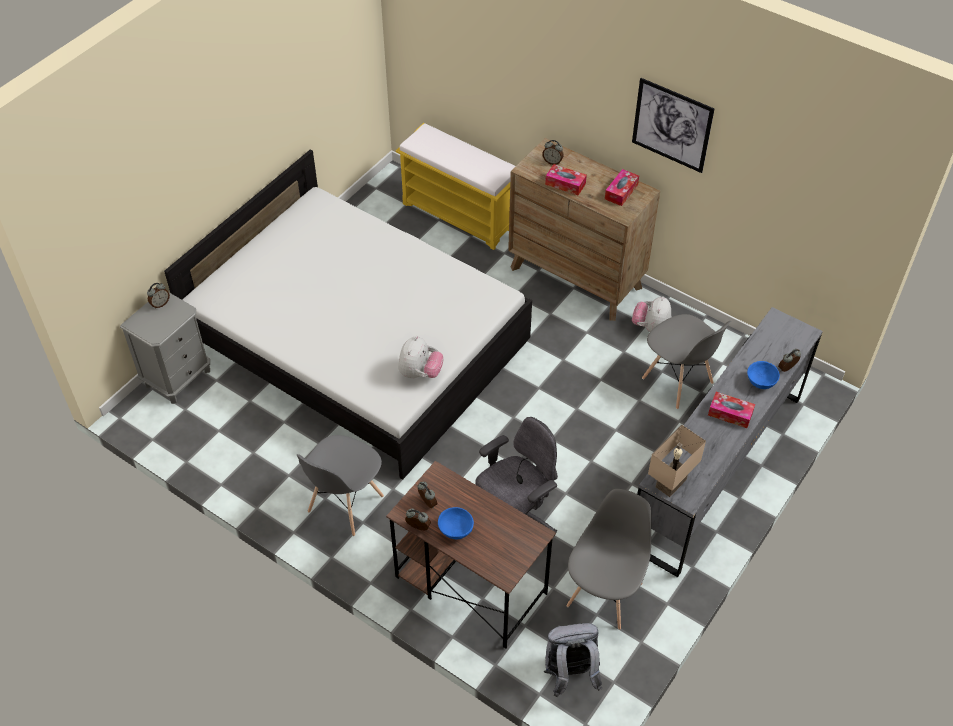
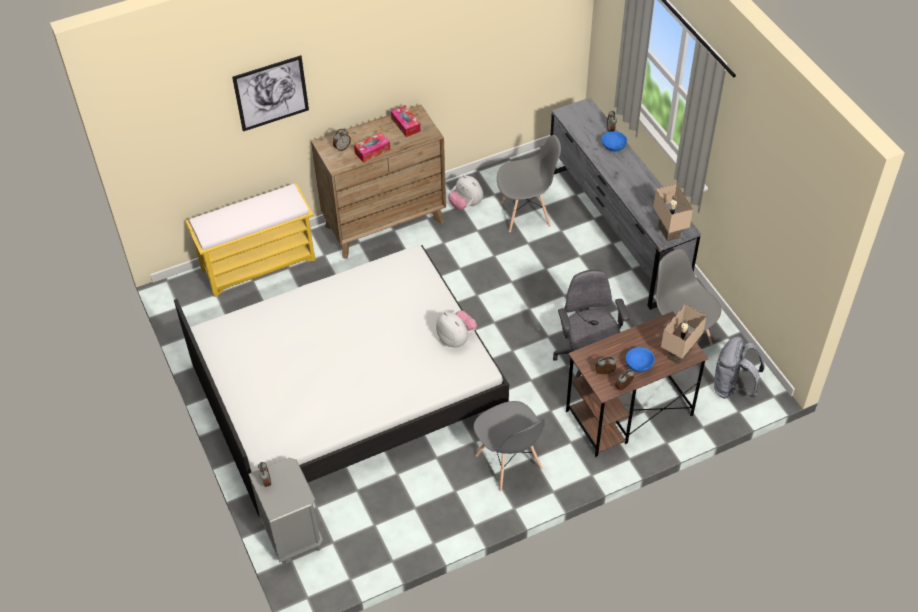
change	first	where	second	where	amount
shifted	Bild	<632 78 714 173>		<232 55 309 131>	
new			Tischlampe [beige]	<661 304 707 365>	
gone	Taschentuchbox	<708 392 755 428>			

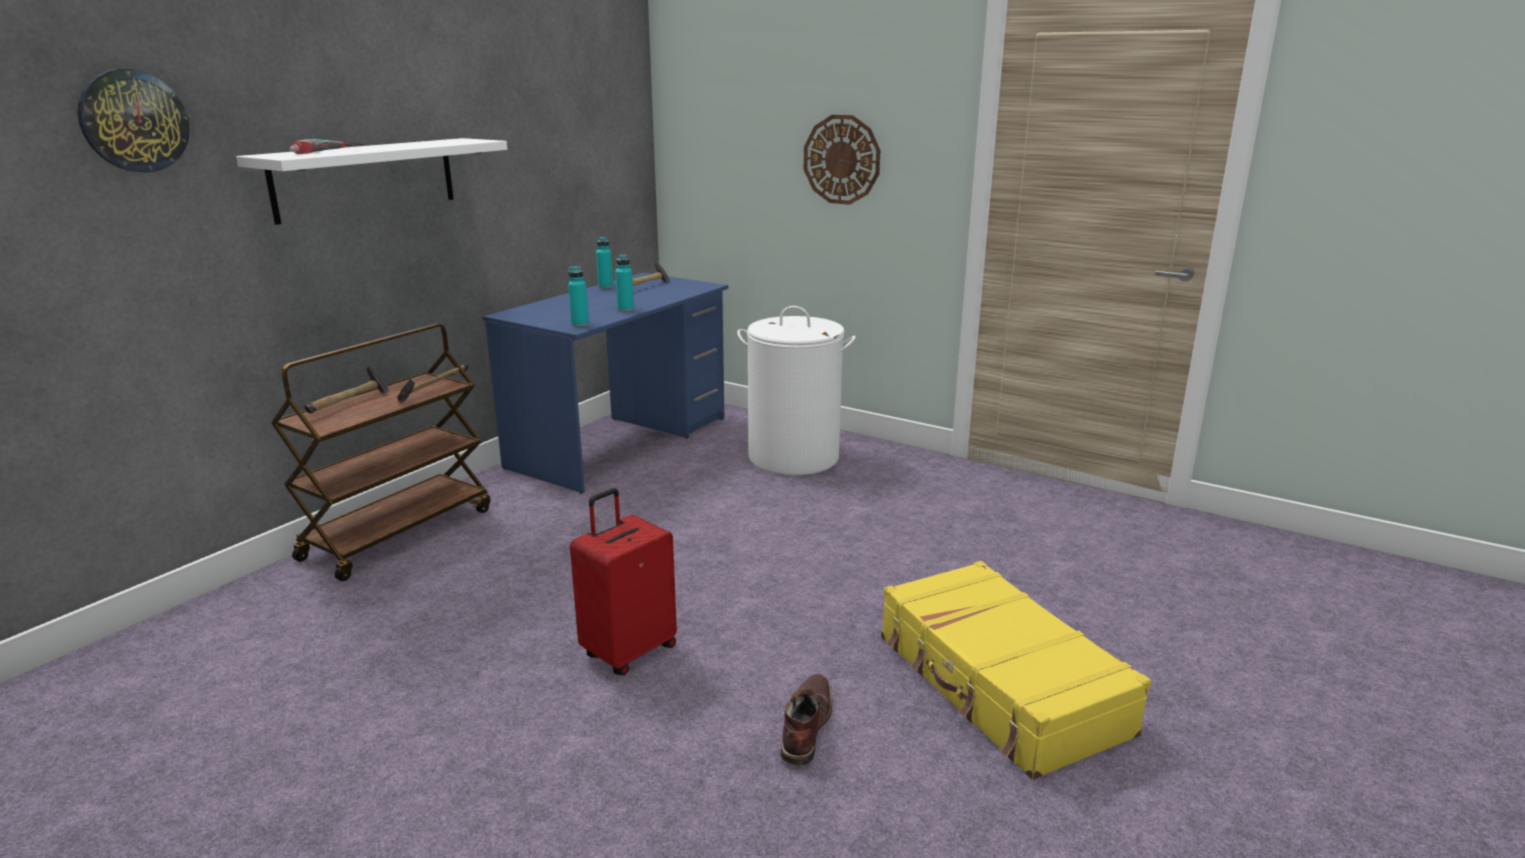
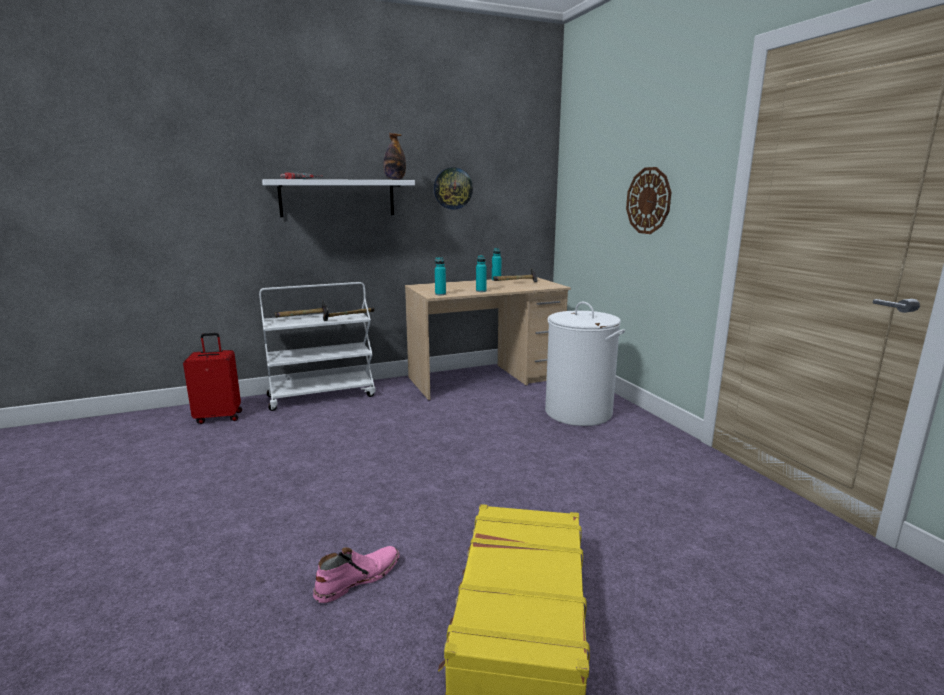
change	first	where	second	where	amount
shifted	Koffer [rot]	<570 488 677 675>		<183 333 242 424>	
repainted	Rollwagen [braun]	<271 324 490 581>	Rollwagen [weiß]	<259 282 376 411>	
repainted	Stiefel [braun]	<781 674 833 766>	Stiefel [rosa]	<313 546 400 603>	
new			Flasche	<383 133 406 180>	
repainted	Schreibtisch [blau]	<483 273 728 493>	Schreibtisch [beige]	<405 277 571 400>	
shifted	Wanduhr	<78 69 190 173>		<434 167 473 210>	

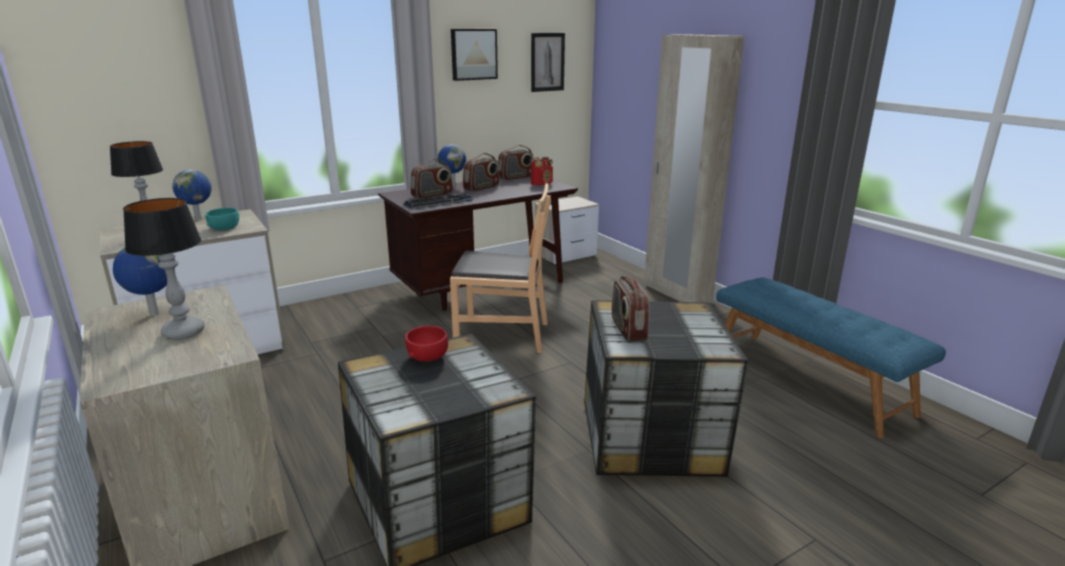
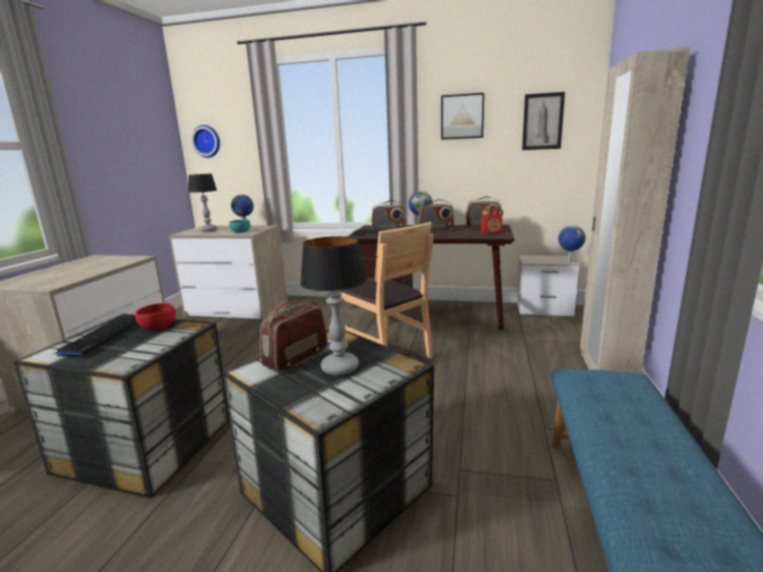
change	first	where	second	where	amount
new			Tastatur	<52 315 137 356>	
new			Wanduhr	<191 125 220 158>	
shifted	Tischlampe	<123 198 205 340>		<300 236 367 376>	
shifted	Globus	<113 248 167 316>		<558 226 586 262>	

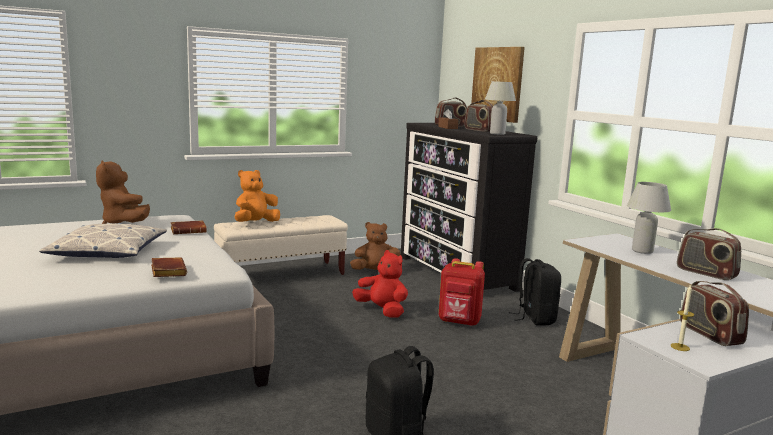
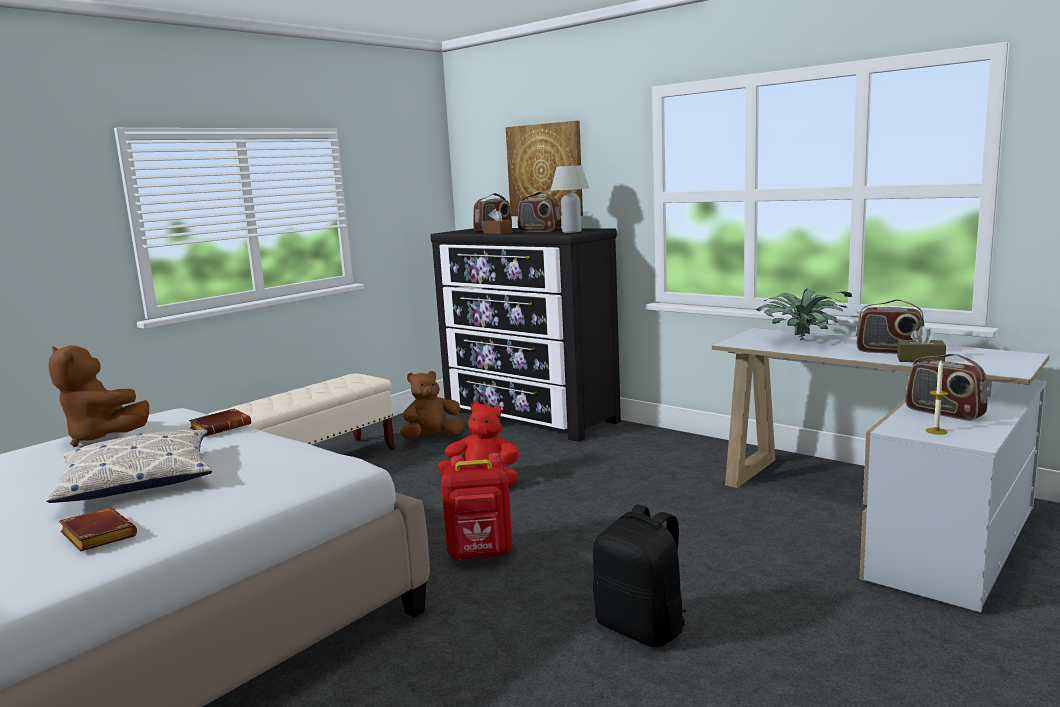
change	first	where	second	where	amount
shifted	Buch [braun]	<151 258 187 277>		<59 508 137 551>	
shifted	Rucksack [rot]	<439 258 485 326>		<441 453 512 560>	
swapped	Tischlampe [weiß]	<627 182 671 254>	Topfpflanze	<756 289 852 340>	
new			Taschentuchbox [braun]	<897 326 946 362>	
gone	Plüschtier [orange]	<235 170 280 222>			
gone	Rucksack [schwarz]	<509 258 561 325>			

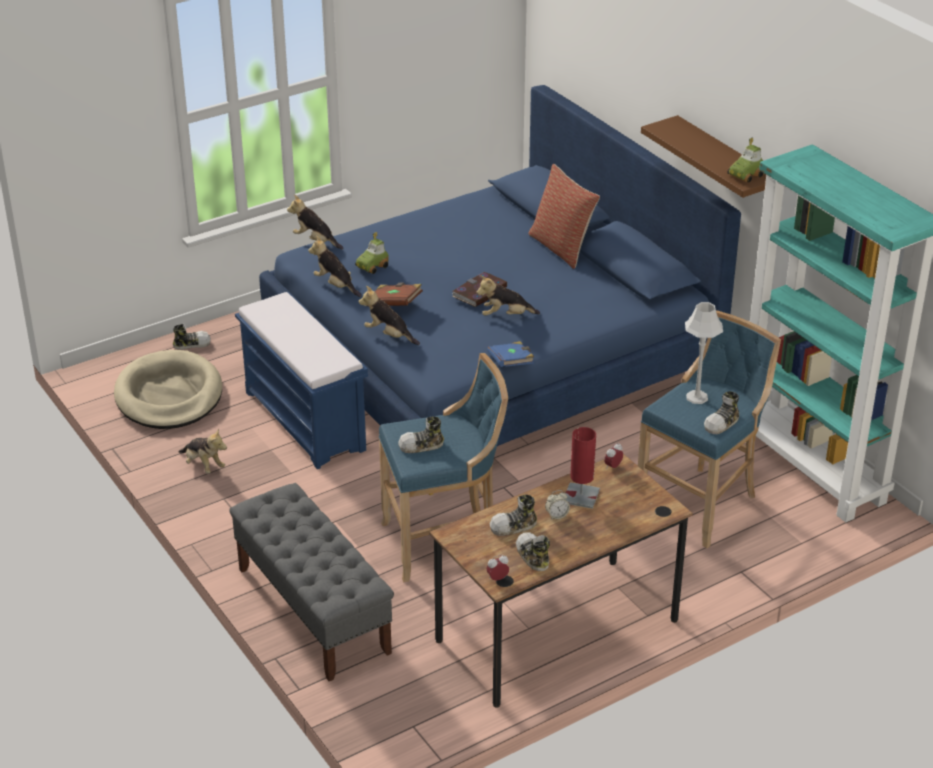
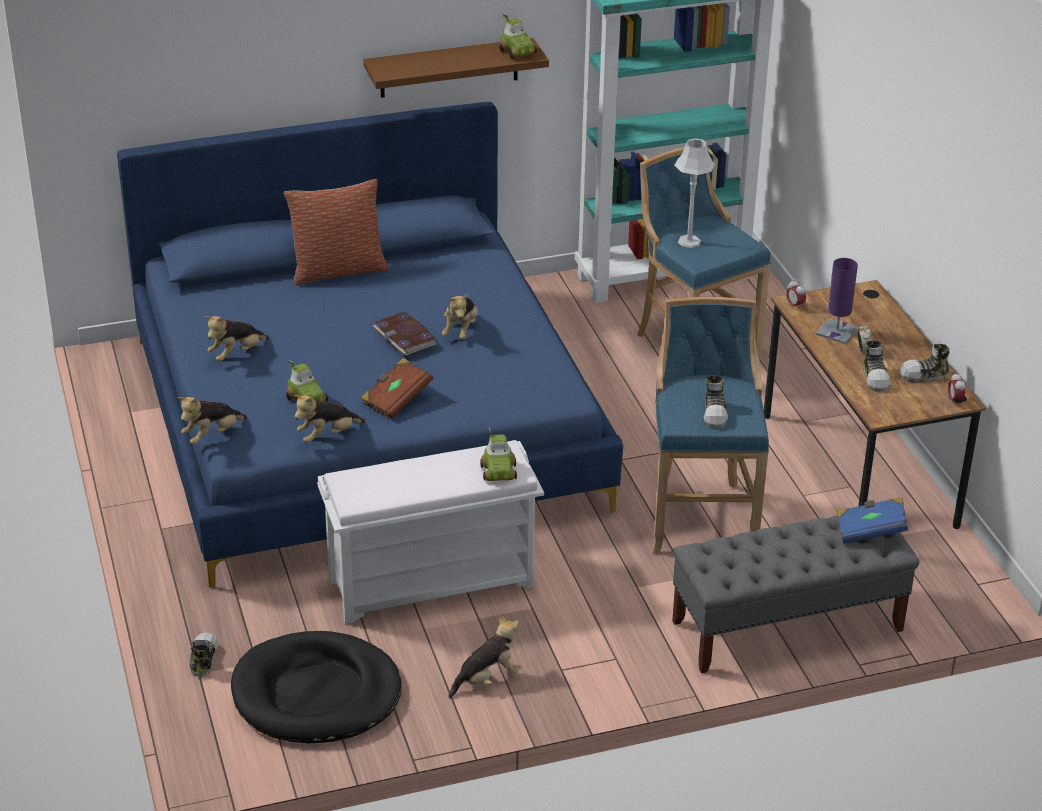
change	first	where	second	where	amount
shifted	Plüschtier	<358 286 420 345>		<204 316 269 362>	
repainted	Hundebett [beige]	<114 350 222 429>	Hundebett [schwarz]	<231 631 402 743>	
repainted	Bank [blau]	<235 292 368 469>	Bank [weiß]	<317 440 544 624>	
new			Spielzeugauto	<480 427 517 481>	
repainted	Tischlampe [rot]	<565 427 600 509>	Tischlampe [lila]	<816 258 858 344>	
shifted	Buch [blau]	<487 341 534 367>		<837 497 908 544>	
gone	Schuh	<704 391 739 434>			

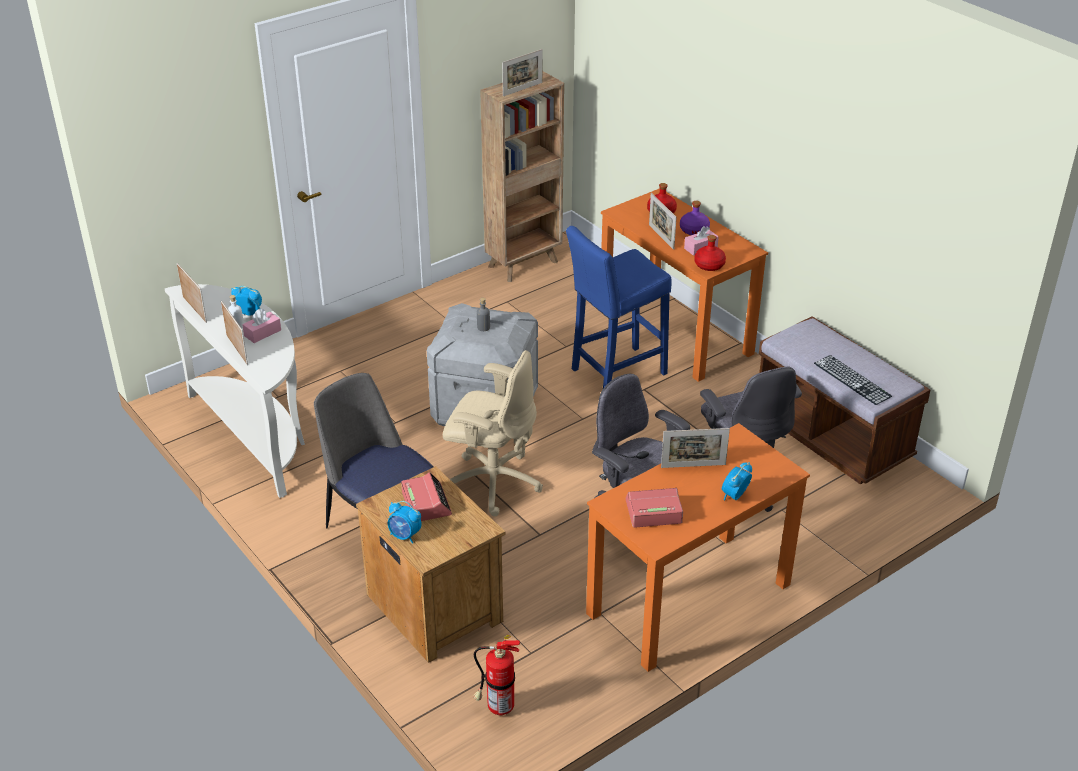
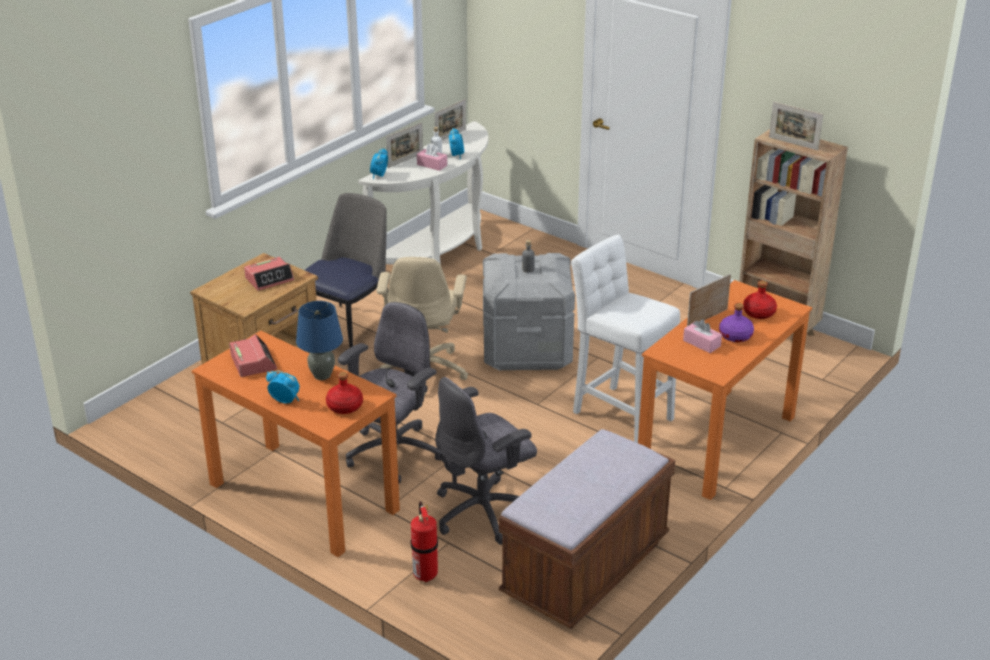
change	first	where	second	where	amount
swapped	Bilderrahmen	<661 428 730 468>	Tischlampe [blau]	<296 301 343 380>	
shifted	Flasche [rot]	<694 235 726 271>		<326 372 363 414>	
shifted	Wecker	<388 501 422 543>		<370 148 388 179>	
shifted	Feuerlöscher	<473 635 520 715>		<411 501 438 582>	
repainted	Hocker [blau]	<566 226 672 388>	Hocker [weiß]	<571 234 680 443>	
gone	Tastatur	<814 355 892 405>			

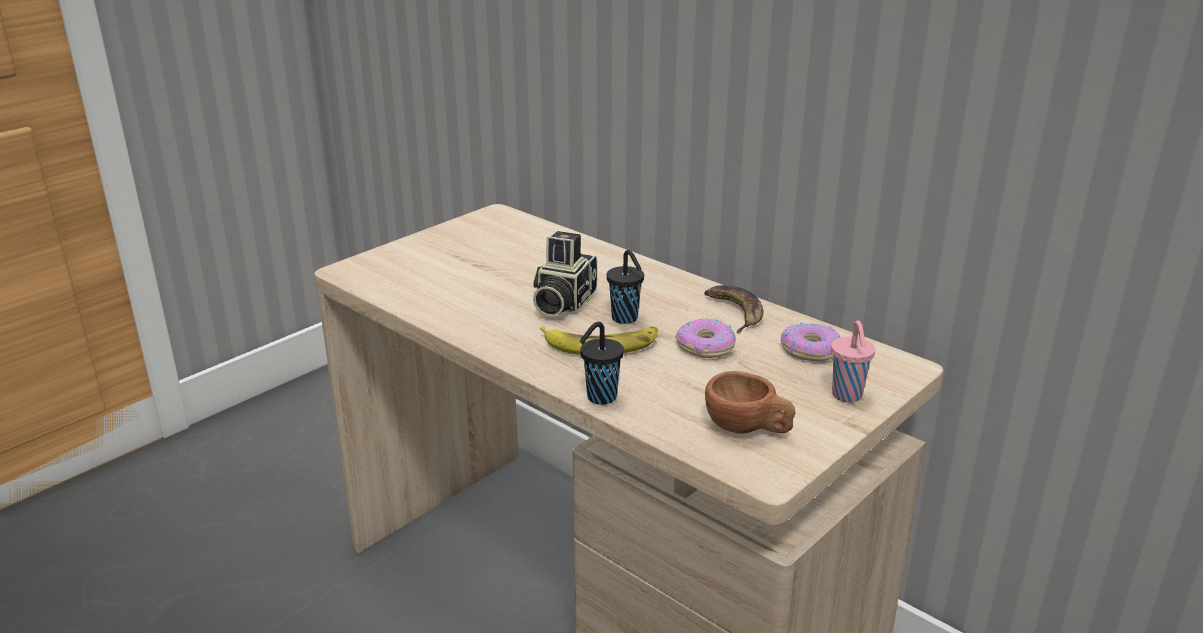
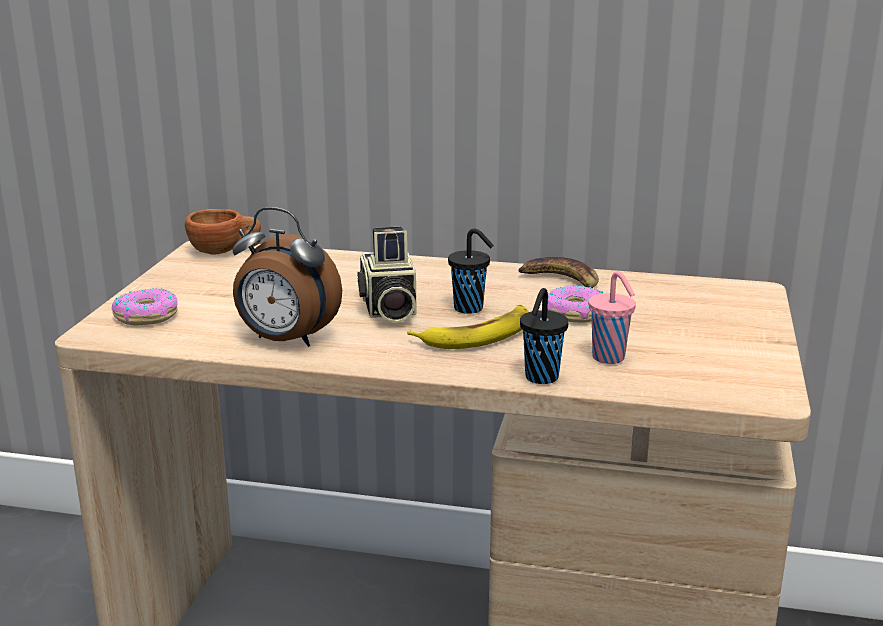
change	first	where	second	where	amount
shifted	Donut	<781 322 840 361>		<112 288 178 325>	
shifted	Tasse [braun]	<705 371 795 434>		<185 209 261 255>	
new			Wecker	<233 207 342 347>	
shifted	Tasse [rosa]	<831 321 875 403>		<589 271 636 364>	

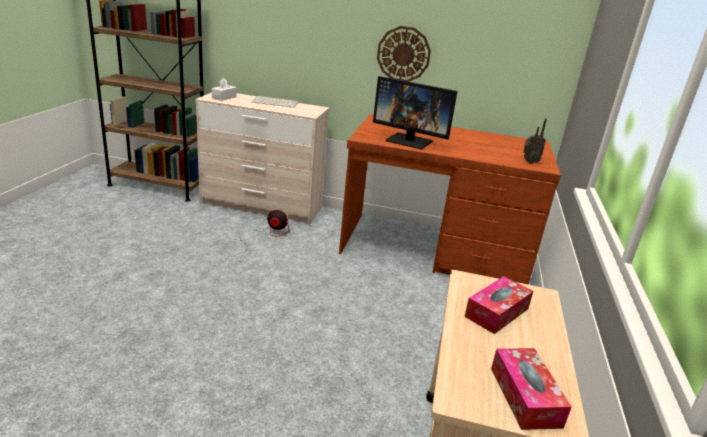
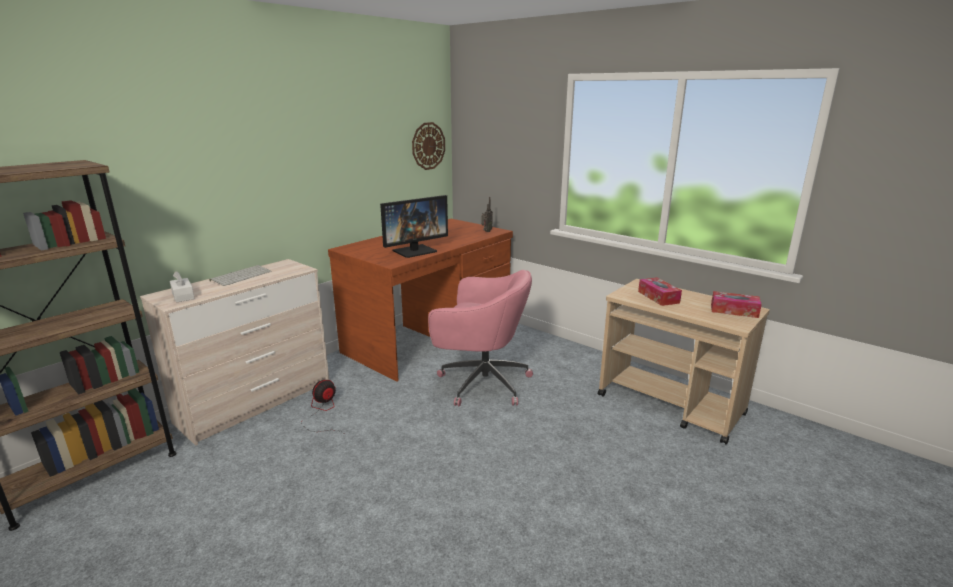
change	first	where	second	where	amount
shifted	Wanduhr	<377 26 431 82>		<412 122 445 170>	
new			Bürostuhl [rosa]	<428 270 533 406>	

